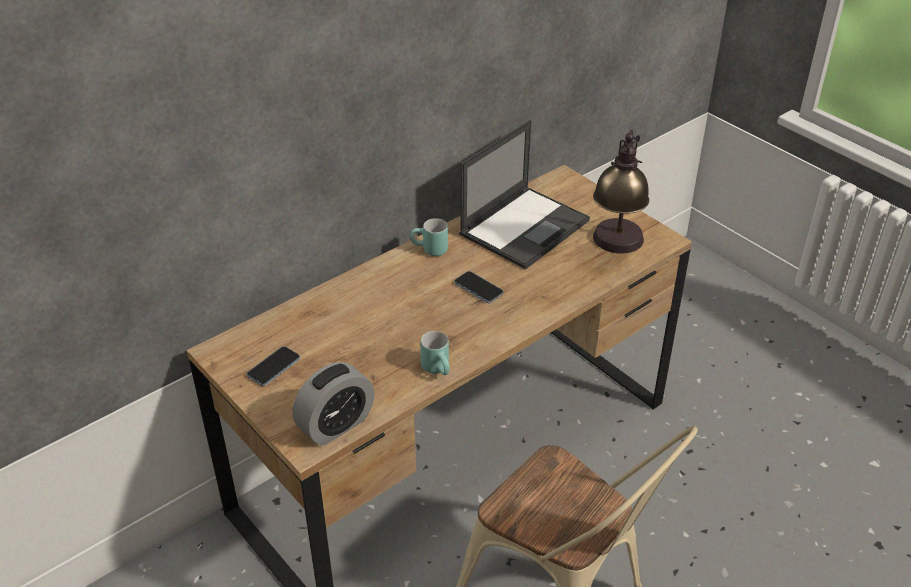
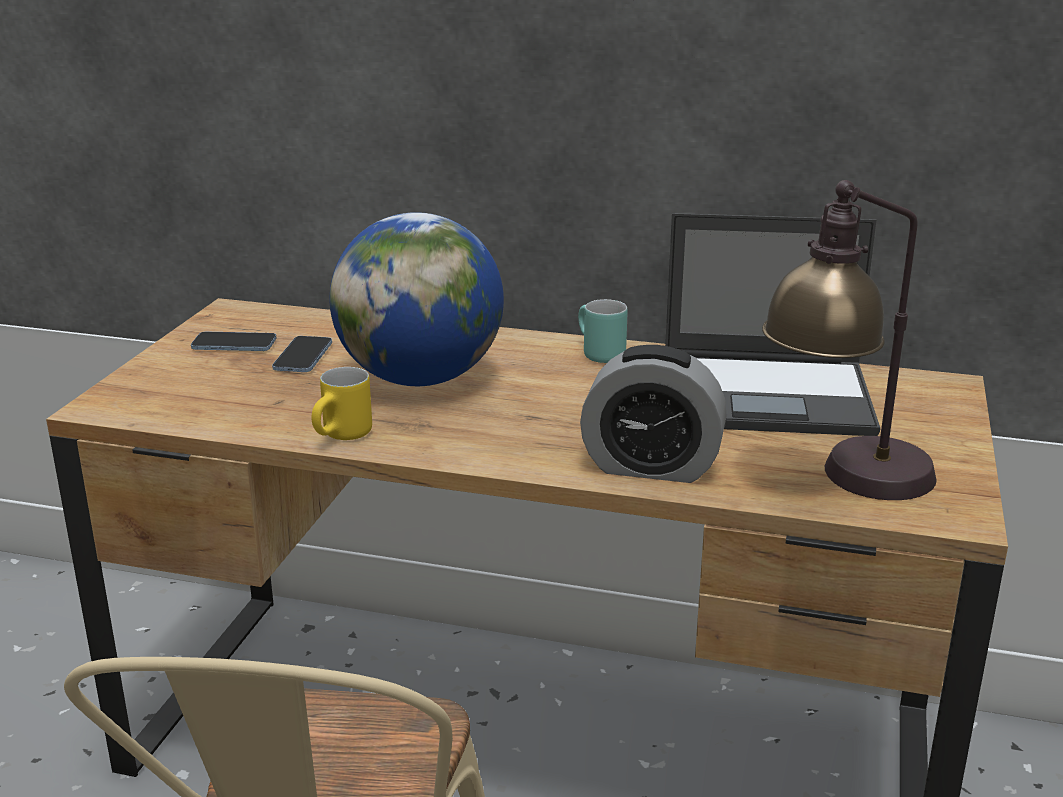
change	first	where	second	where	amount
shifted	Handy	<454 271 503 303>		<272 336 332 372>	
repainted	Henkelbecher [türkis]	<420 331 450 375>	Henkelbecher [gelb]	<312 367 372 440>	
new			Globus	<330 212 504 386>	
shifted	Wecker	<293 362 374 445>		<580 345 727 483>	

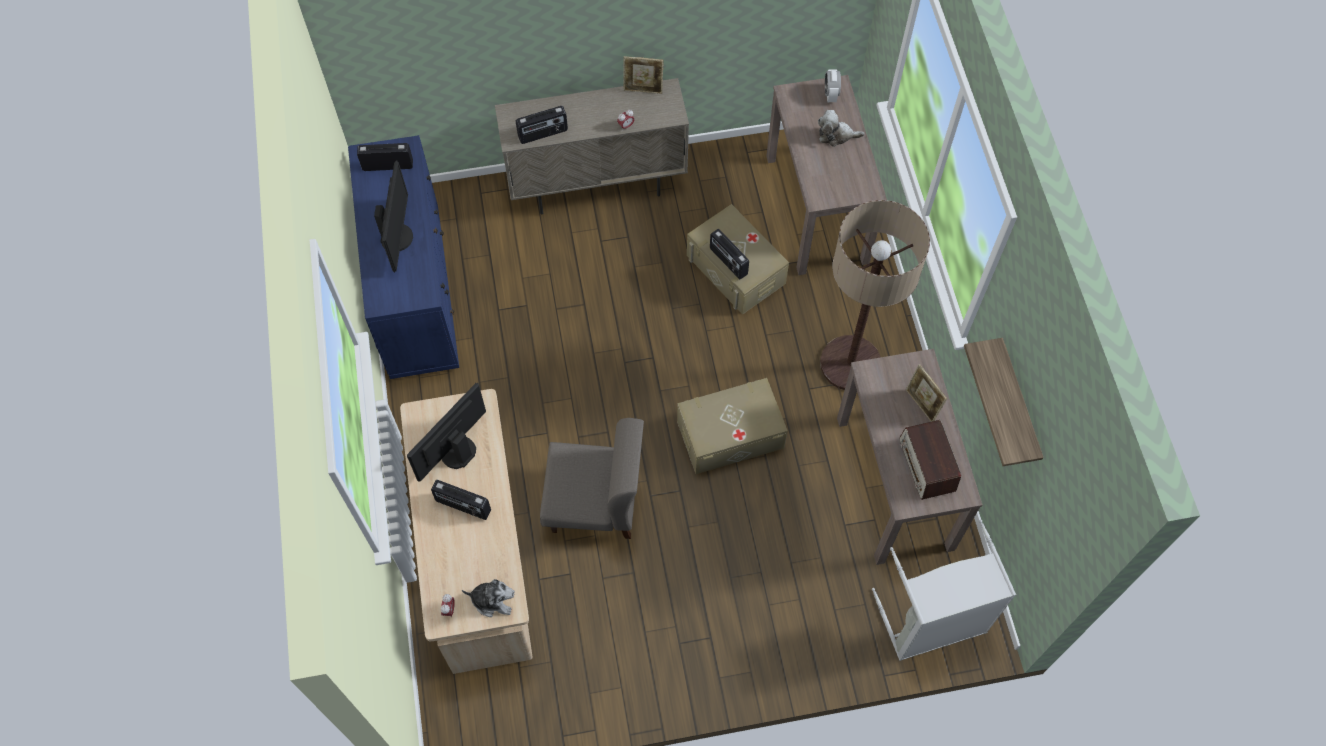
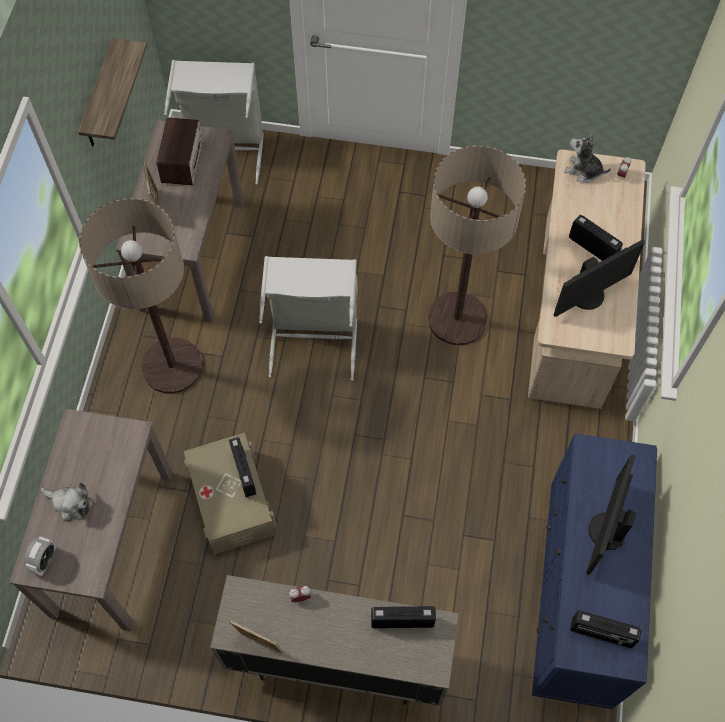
change	first	where	second	where	amount
swapped	Aufbewahrungsbox [beige]	<677 378 788 474>	Wäschekorb [grau]	<259 256 358 381>	
swapped	Stuhl [grau]	<540 418 644 539>	Stehlampe	<428 146 526 345>	

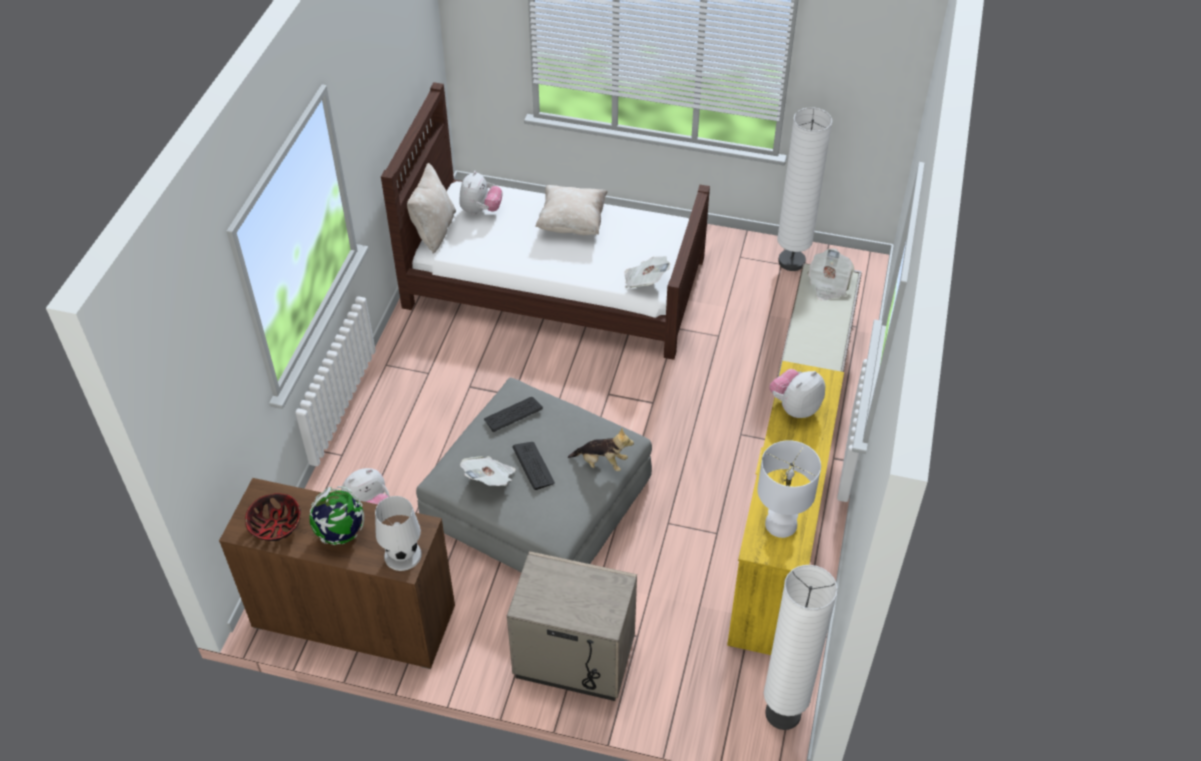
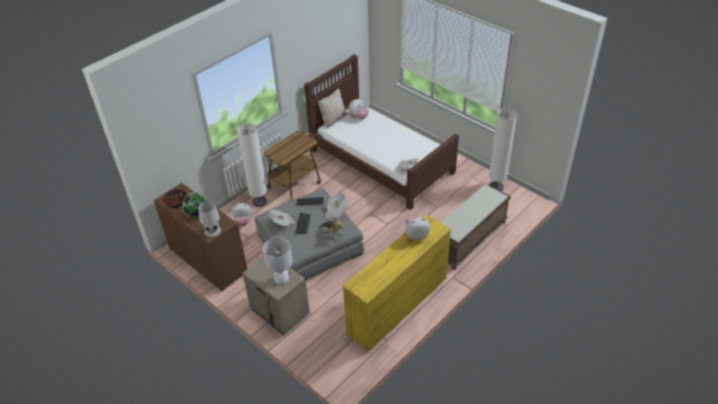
change	first	where	second	where	amount
shifted	Stehlampe [weiß]	<764 565 838 730>		<237 124 267 207>	
shifted	Tischlampe [weiß]	<757 440 821 538>		<263 238 292 285>	
new			Rollwagen	<264 131 321 202>	
shifted	Zeitung	<807 248 855 301>		<325 194 349 219>	
gone	Kissen [beige]	<535 185 608 235>			

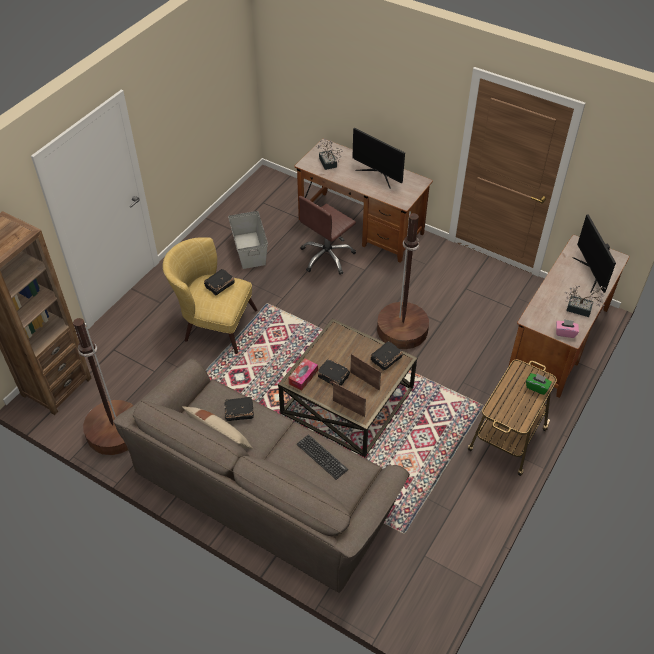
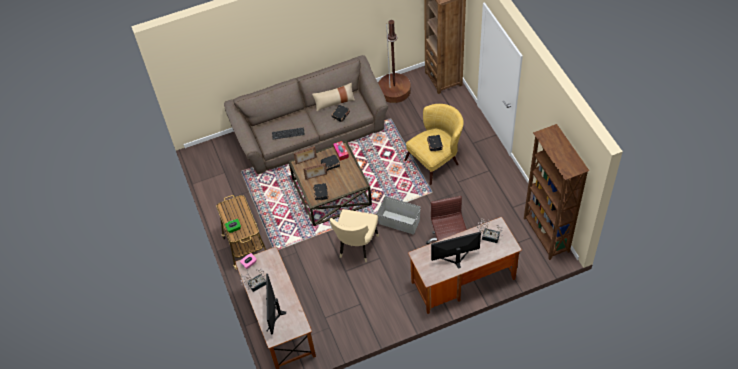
change	first	where	second	where	amount
rotated	Monitor	<572 214 616 293>		<266 274 286 334>	120 degrees counterclockwise
swapped	Stehlampe [braun]	<377 211 429 349>	Stuhl [beige]	<330 209 379 262>	
shifted	Aufbewahrungsbox [grau]	<228 211 268 269>		<377 196 421 234>	
new			Bücherregal [braun]	<524 124 589 260>	

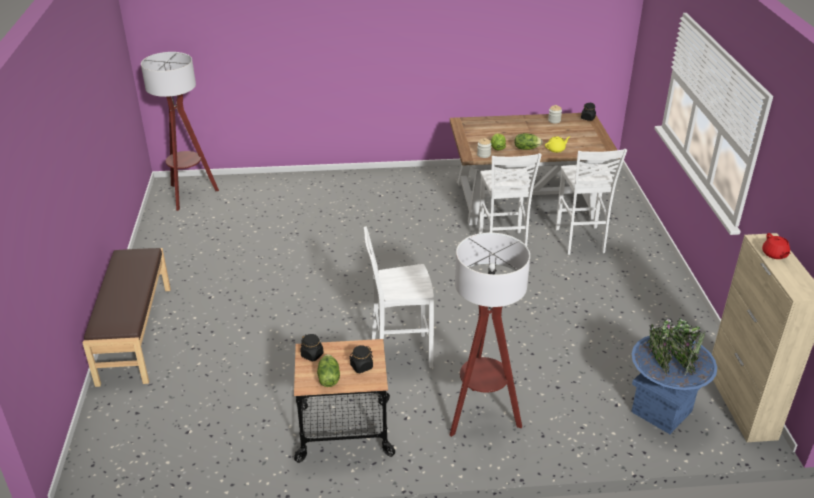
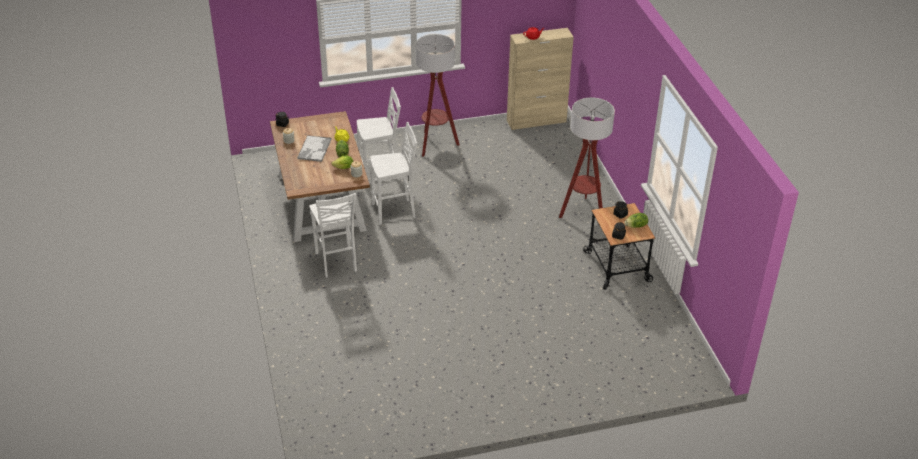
change	first	where	second	where	amount
new			Tablett	<297 135 332 162>	
shifted	Hocker [weiß]	<364 226 434 368>		<309 193 357 278>	
shifted	Stehlampe	<141 52 219 211>		<416 34 460 157>	
gone	Bank [braun]	<83 248 171 387>			
gone	Pflanzkübel [blau]	<631 318 717 434>			

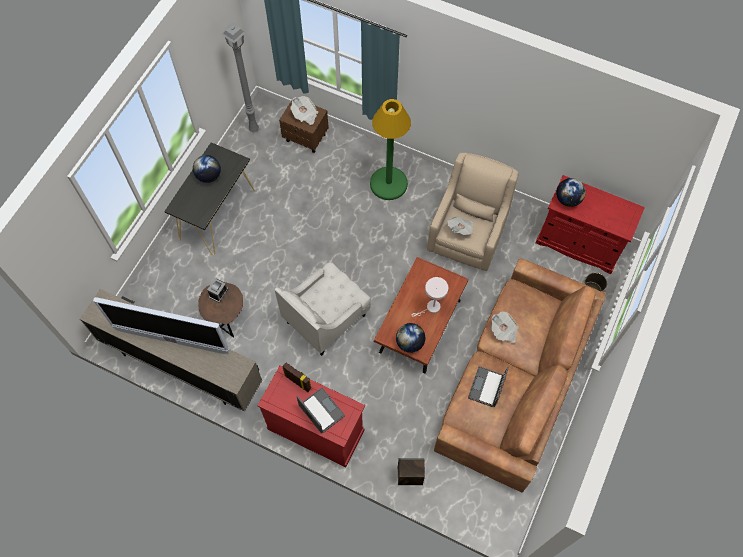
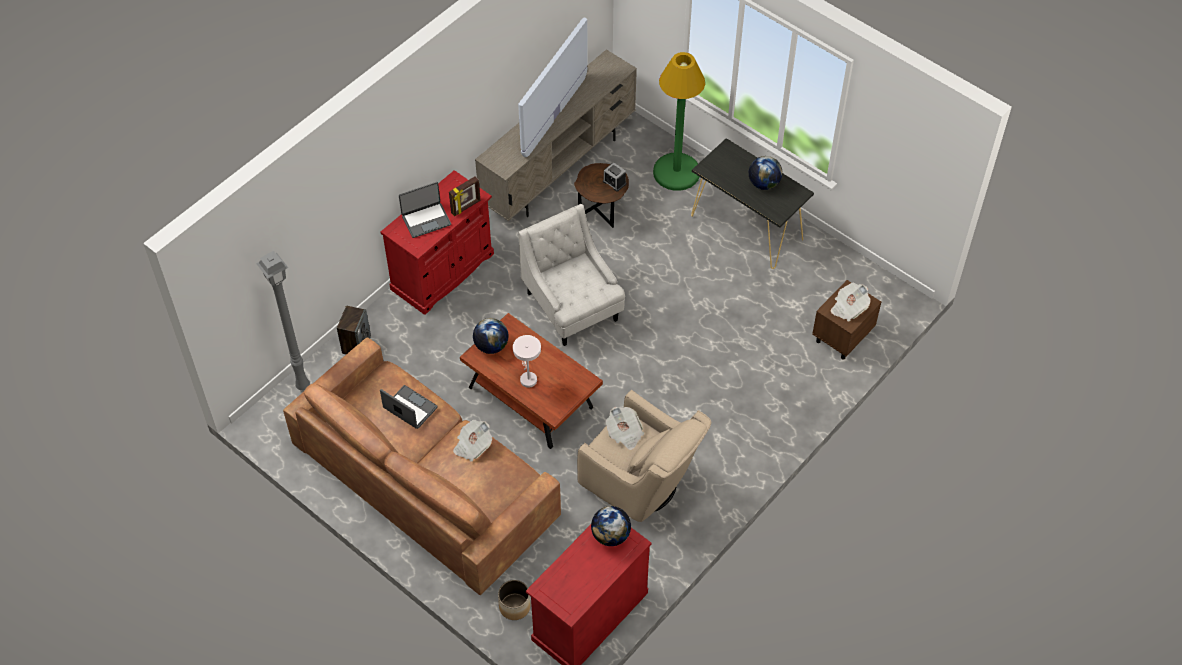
change	first	where	second	where	amount
shifted	Stehlampe [grau]	<221 22 259 133>		<256 251 310 391>	
shifted	Stehlampe [grün]	<370 99 411 200>		<653 52 705 191>	

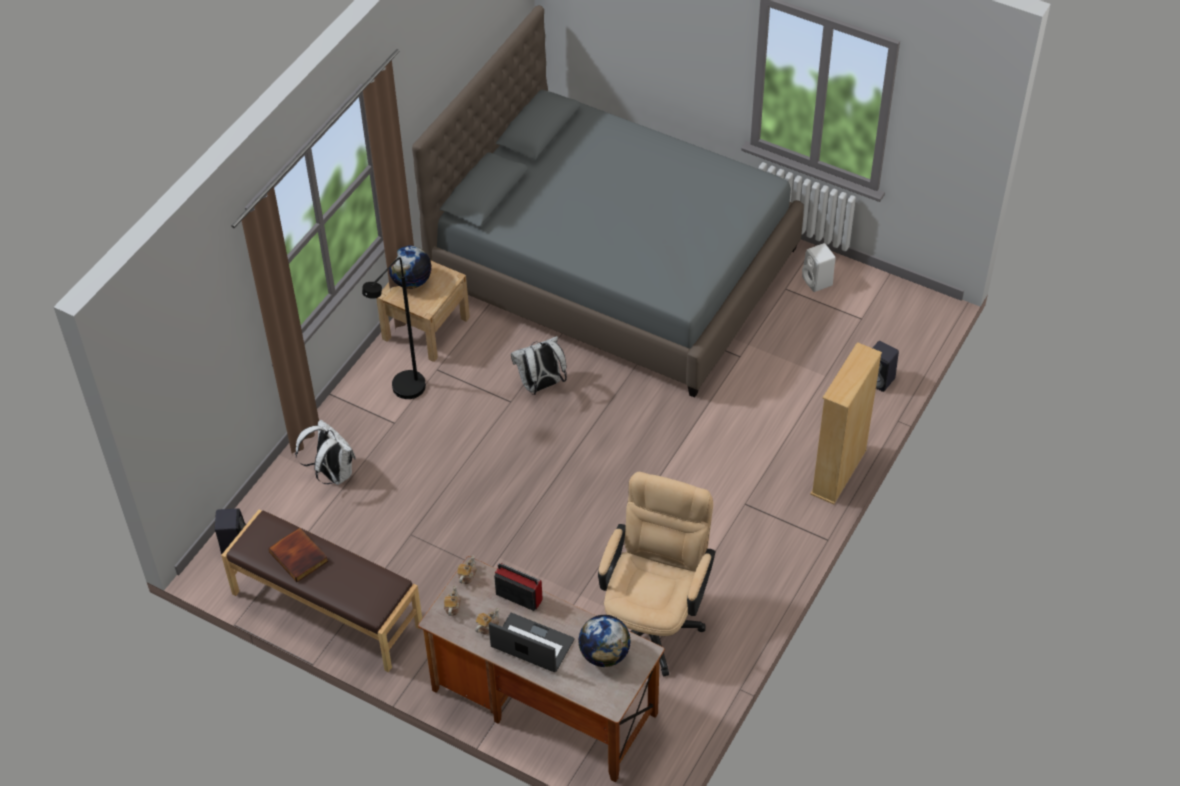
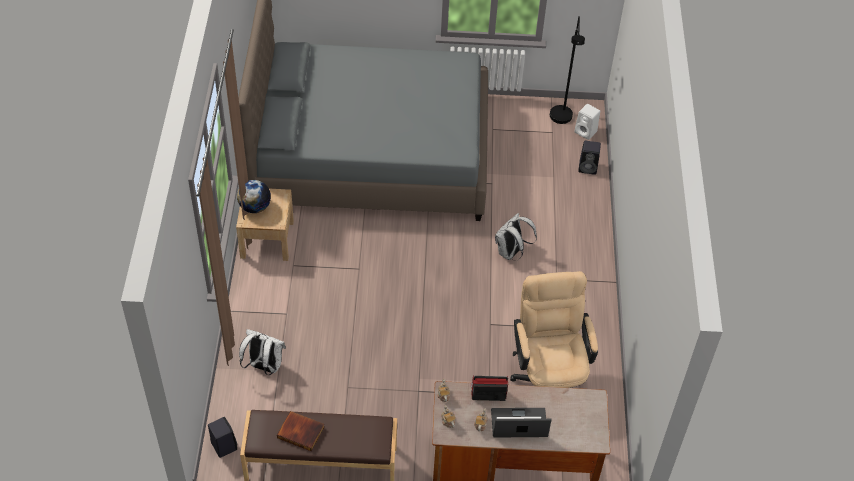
change	first	where	second	where	amount
shifted	Rucksack [weiß]	<511 336 567 395>		<495 213 537 260>	
shifted	Stehlampe [schwarz]	<362 257 426 399>		<550 16 585 124>	
shifted	Lautsprecher [weiß]	<802 243 836 292>		<574 104 600 140>	
gone	Globus	<578 615 631 667>			
gone	Bücherregal [beige]	<810 342 882 504>			

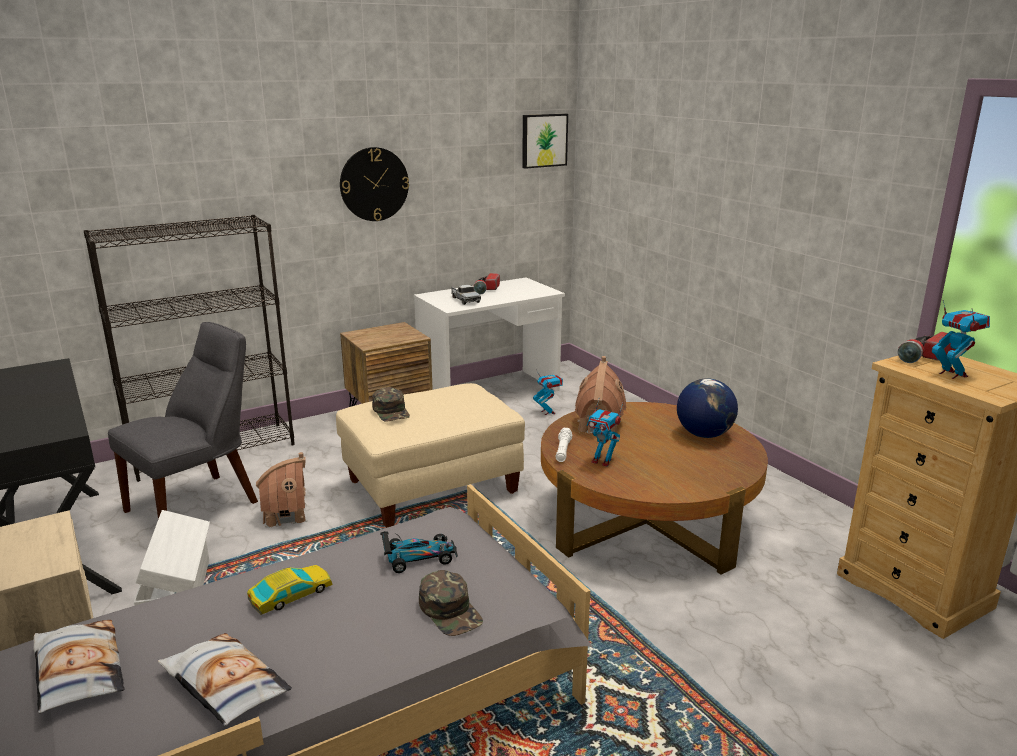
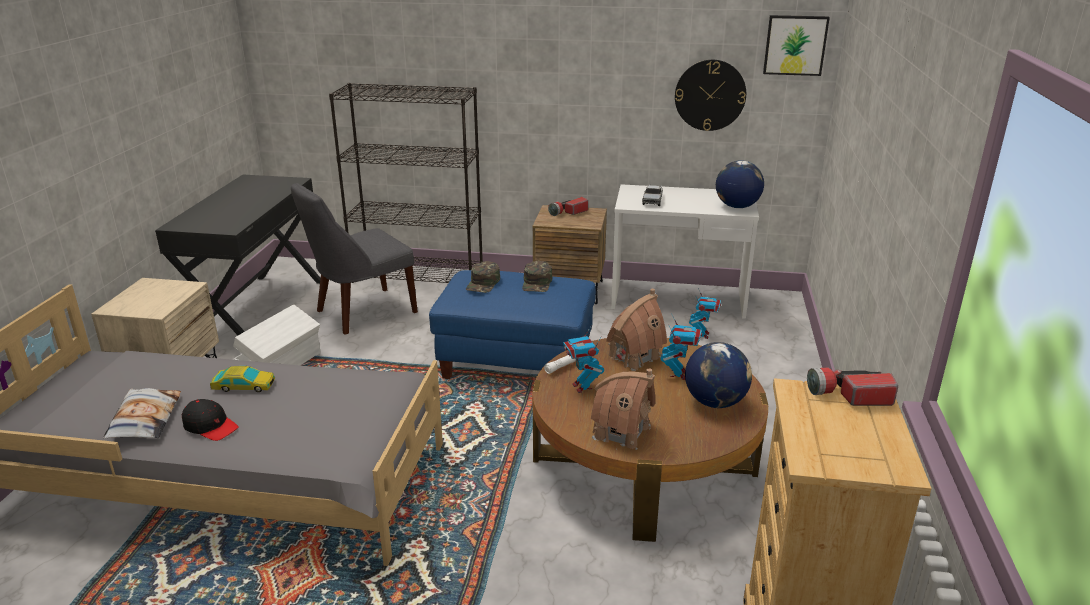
change	first	where	second	where	amount
new			Kappe [schwarz]	<182 399 239 441>	
rotated	Stuhl [grau]	<108 322 258 519>		<291 183 418 335>	150 degrees clockwise
repainted	Polsterhocker [beige]	<336 383 525 528>	Polsterhocker [blau]	<429 270 596 379>	
shifted	Kappe [grün]	<419 570 483 636>		<522 261 552 292>	
shifted	Taschenlampe	<473 273 500 295>		<548 197 588 216>	
shifted	Spielzeughaus	<256 452 307 528>		<591 369 655 450>	
shifted	Spielzeugroboter	<932 300 990 379>		<661 315 702 380>	
shifted	Wanduhr	<340 147 409 221>		<675 60 746 131>	
new			Globus	<716 160 764 208>	
gone	Kissen	<33 620 124 713>			
gone	Spielzeugauto	<381 531 458 573>			

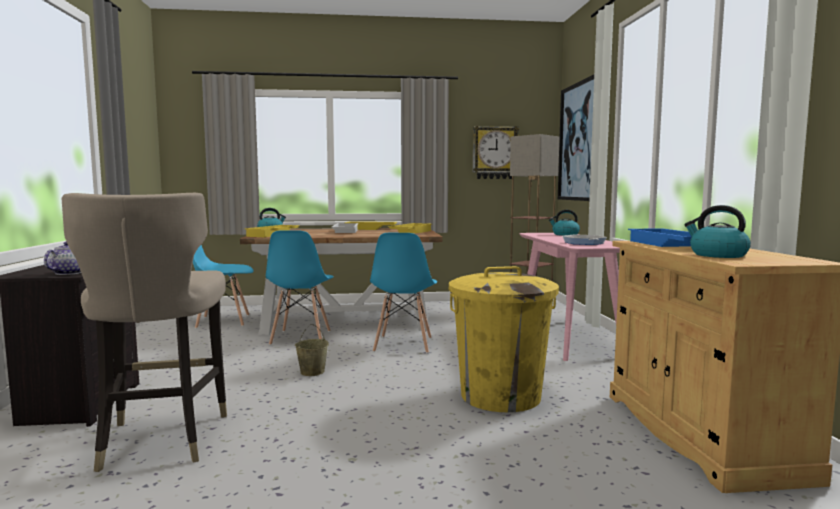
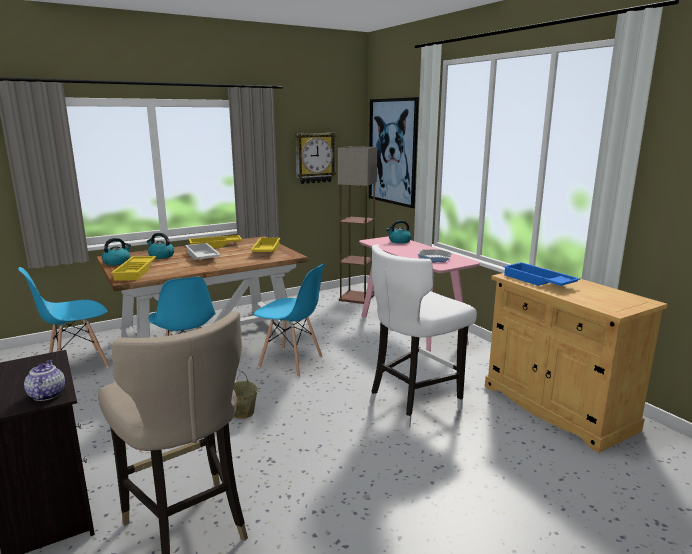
change	first	where	second	where	amount
shifted	Wasserkessel	<684 205 751 258>		<146 233 174 259>	
rotated	Stuhl [blau]	<370 233 437 353>		<254 263 325 377>	45 degrees counterclockwise
swapped	Mülleimer [gelb]	<449 266 559 412>	Hocker [weiß]	<370 244 477 428>	

